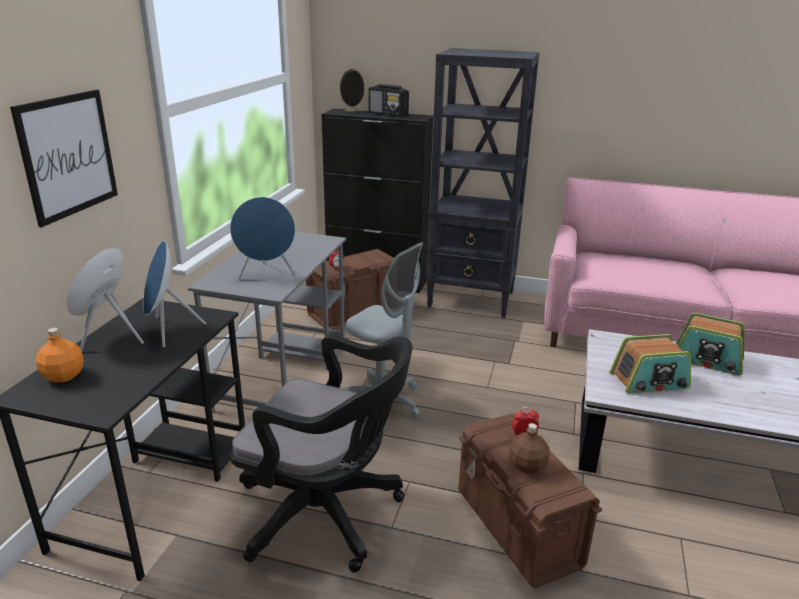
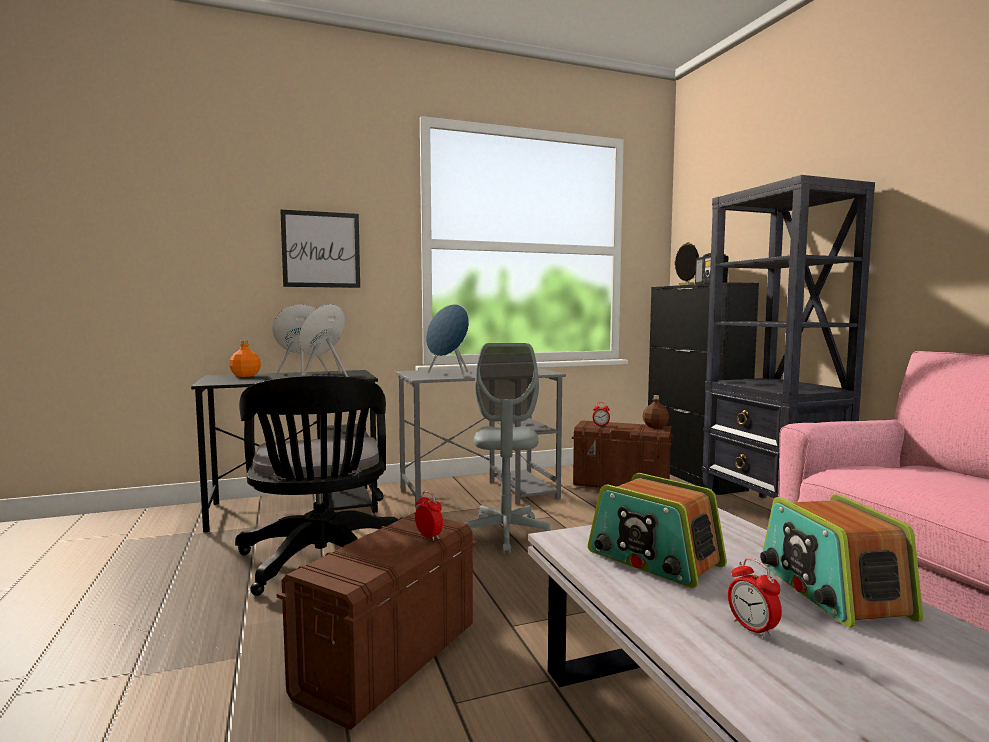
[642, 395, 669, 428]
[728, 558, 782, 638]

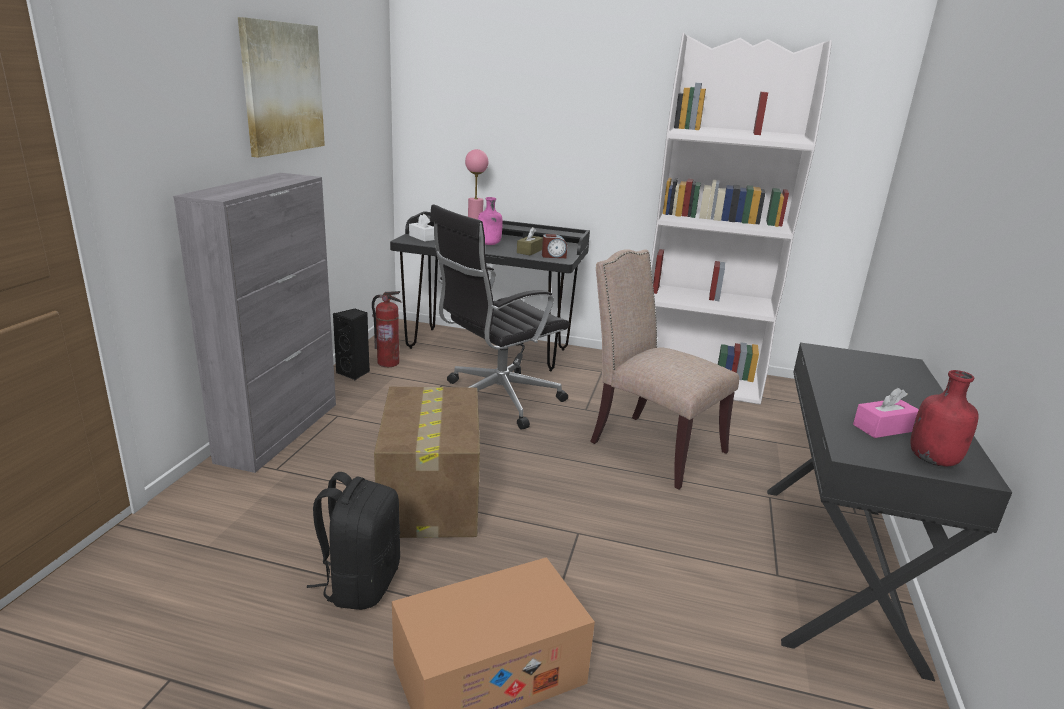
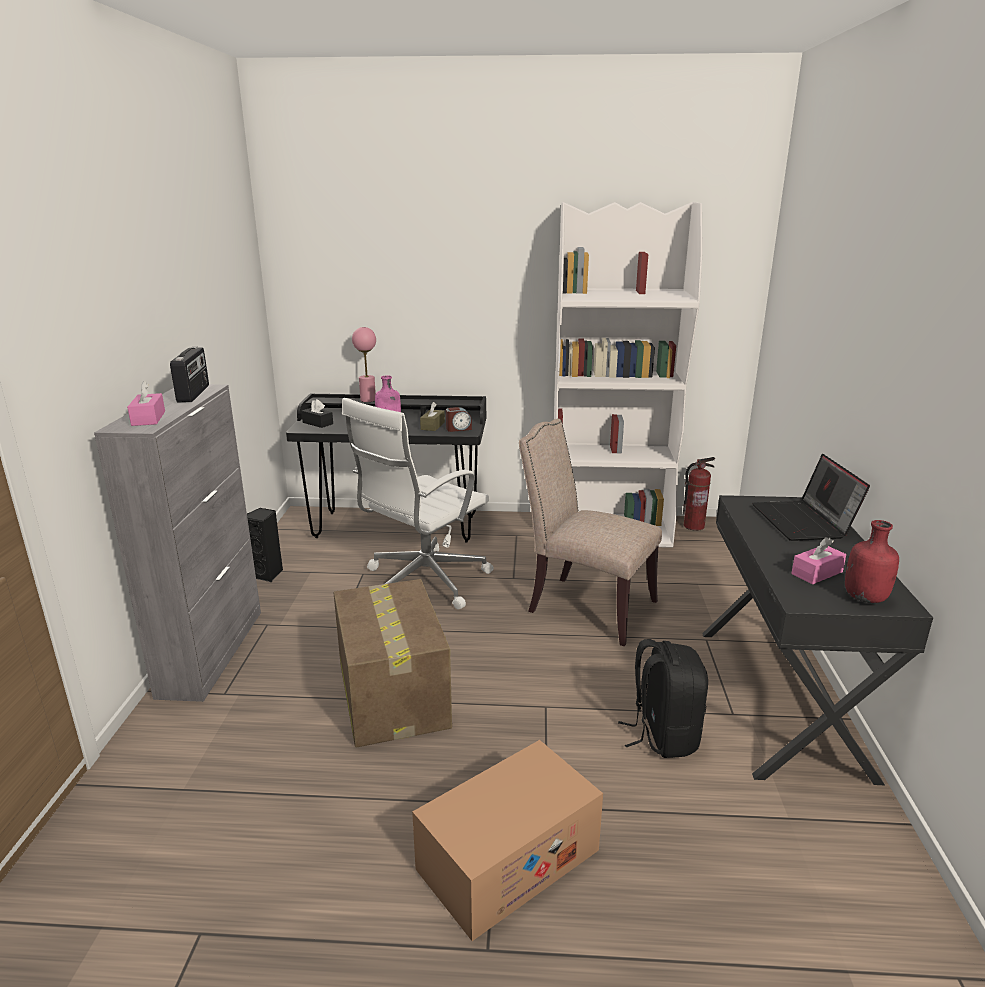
[238, 17, 325, 158] (first image)
[618, 639, 708, 758]
[683, 457, 715, 531]
[301, 399, 333, 428]
[342, 398, 494, 609]
[127, 381, 165, 426]
[170, 347, 209, 403]
[752, 454, 870, 541]

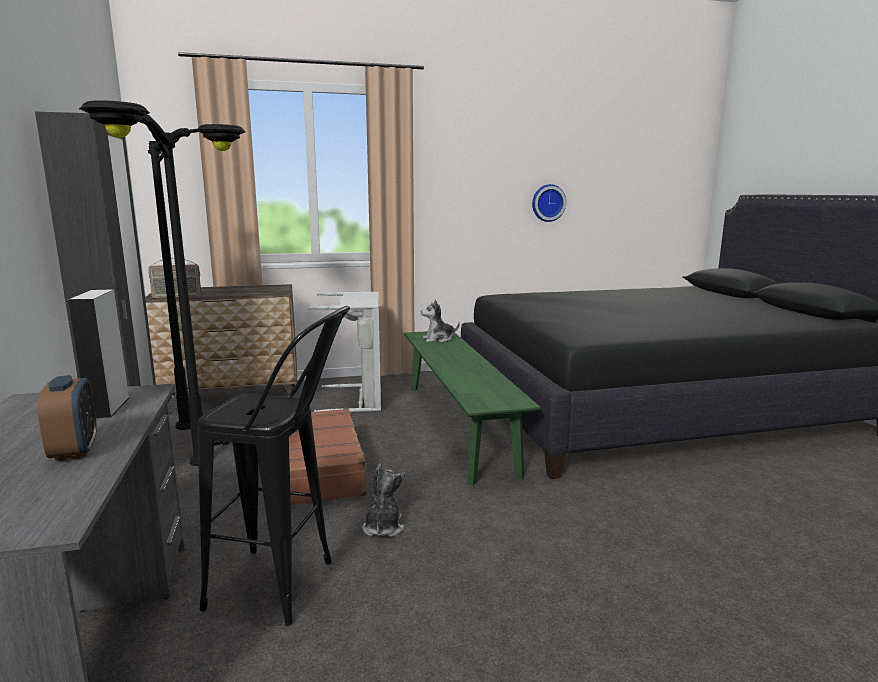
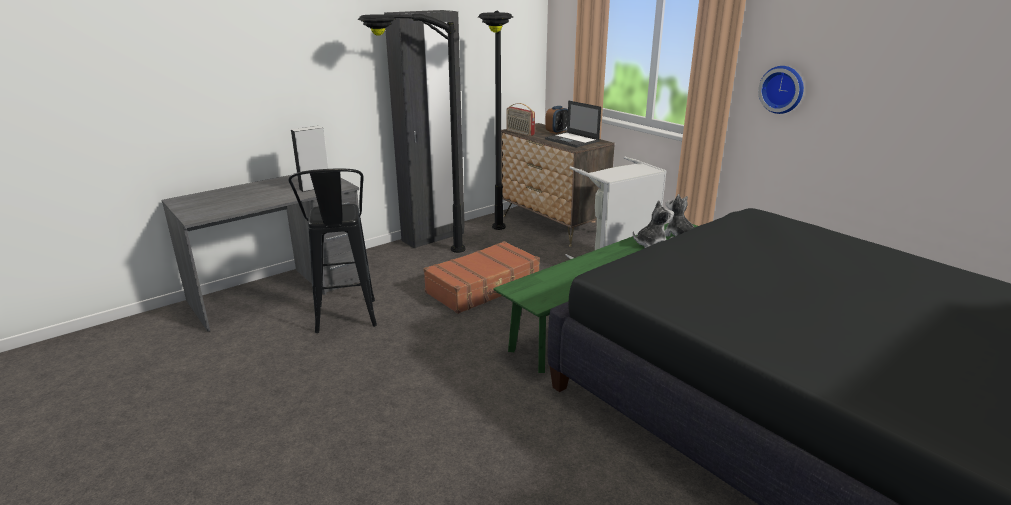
[545, 106, 568, 134]
[633, 200, 674, 248]
[758, 66, 804, 114]
[545, 100, 601, 147]

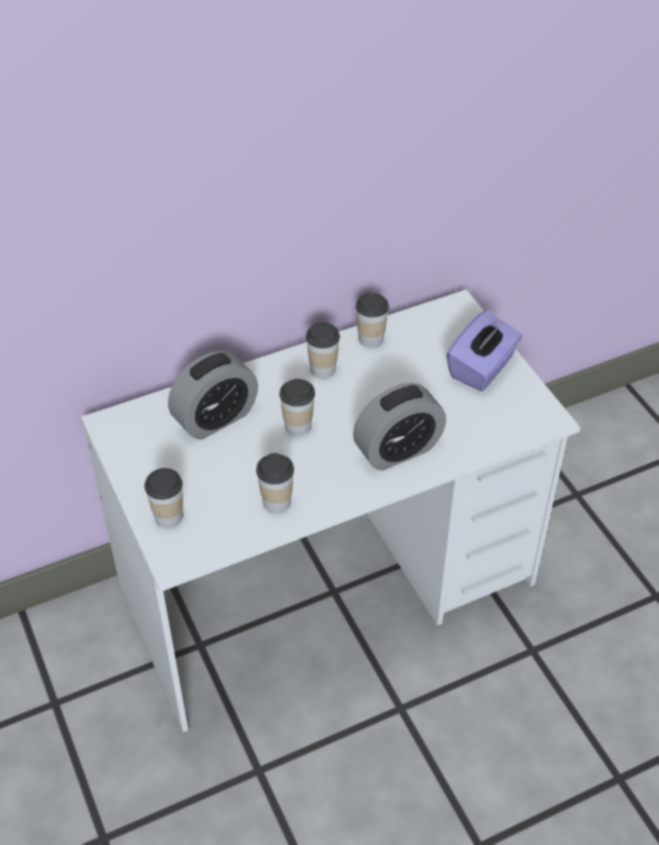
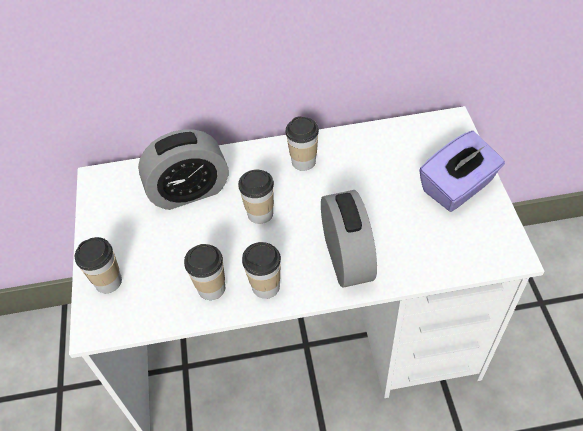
[321, 190, 377, 288]
[242, 242, 281, 299]

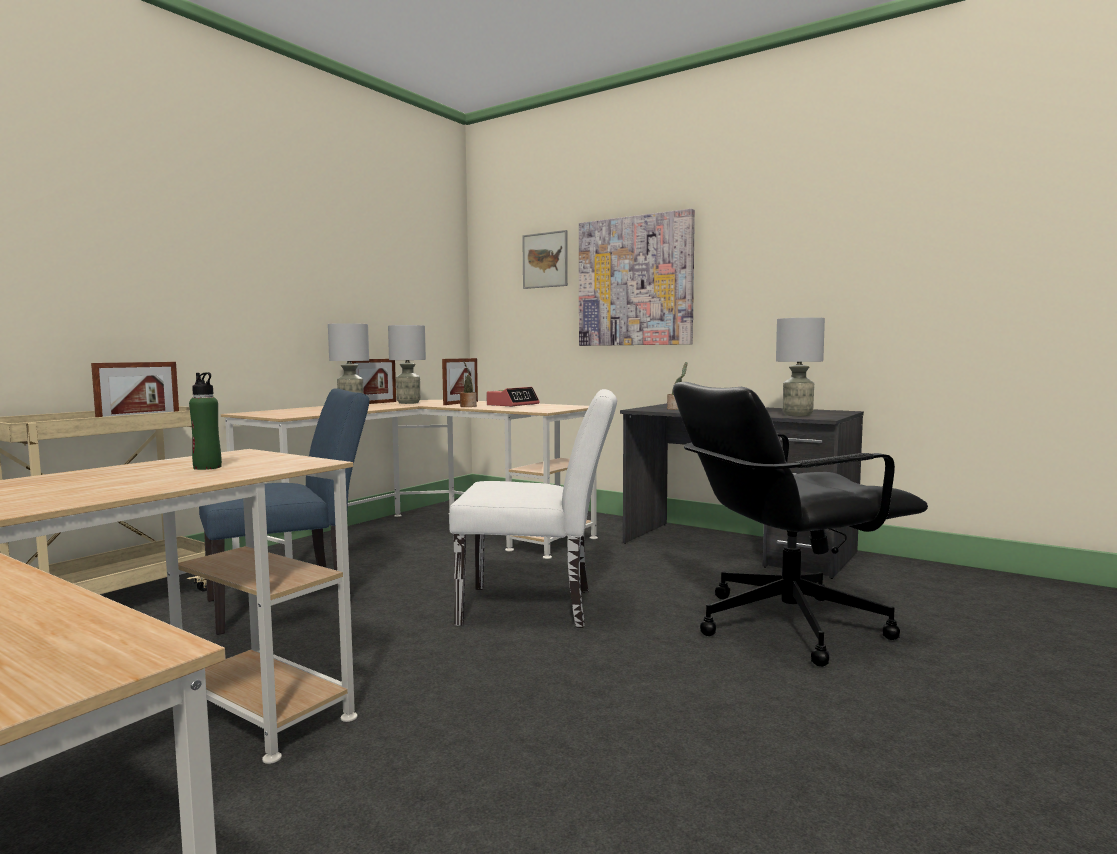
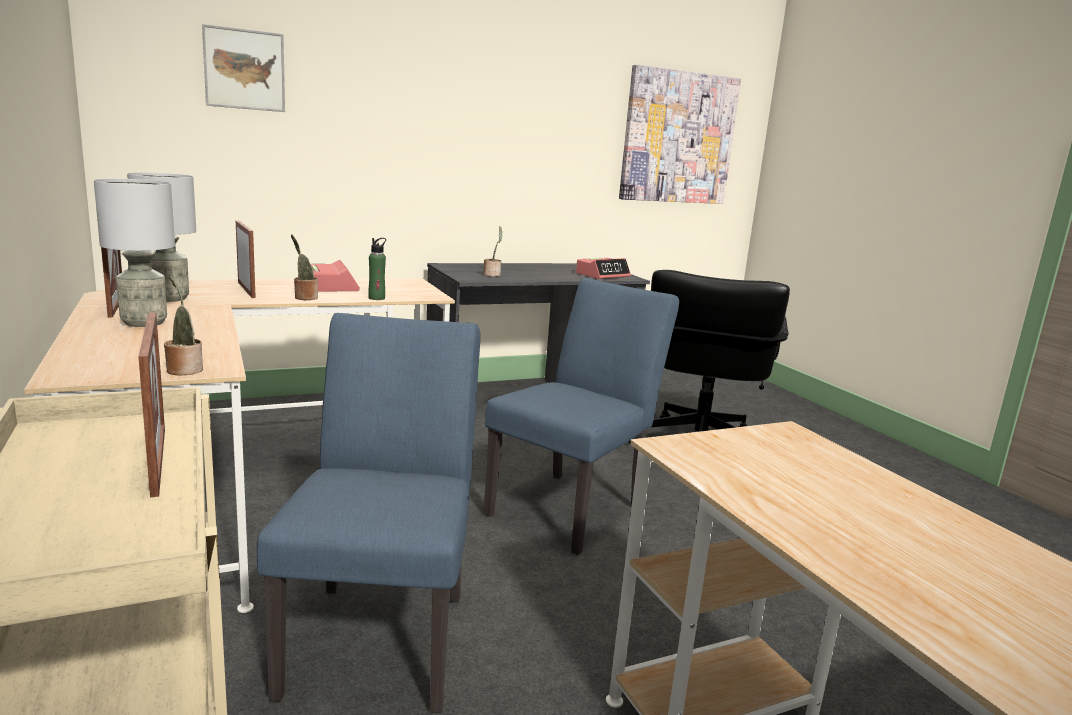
[368, 238, 386, 300]
[484, 278, 679, 555]
[619, 65, 741, 204]
[576, 258, 631, 279]
[164, 276, 203, 375]

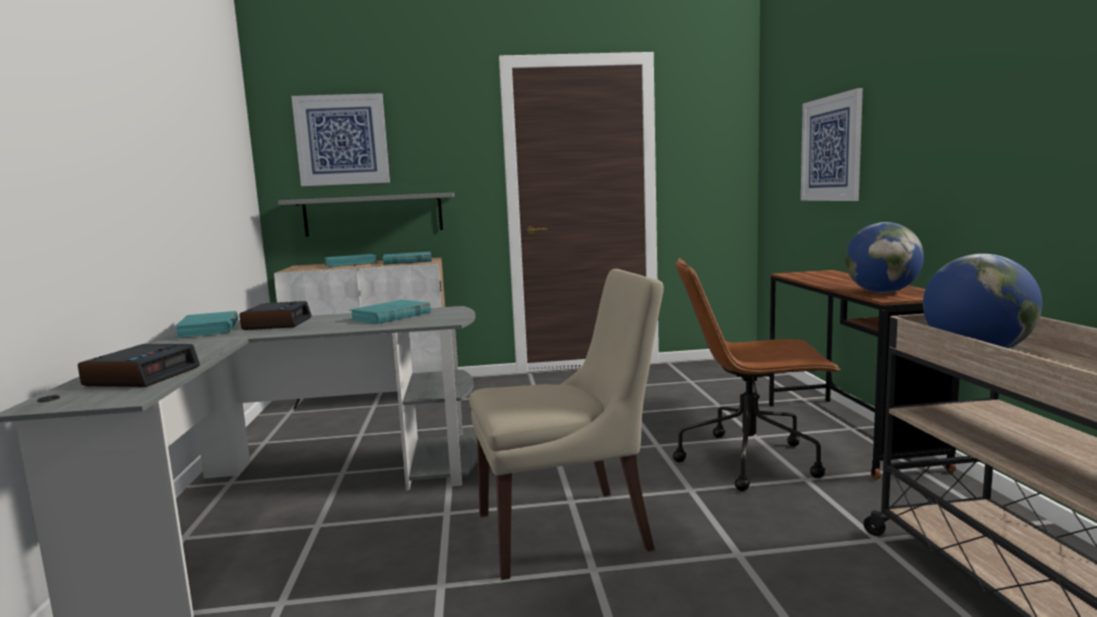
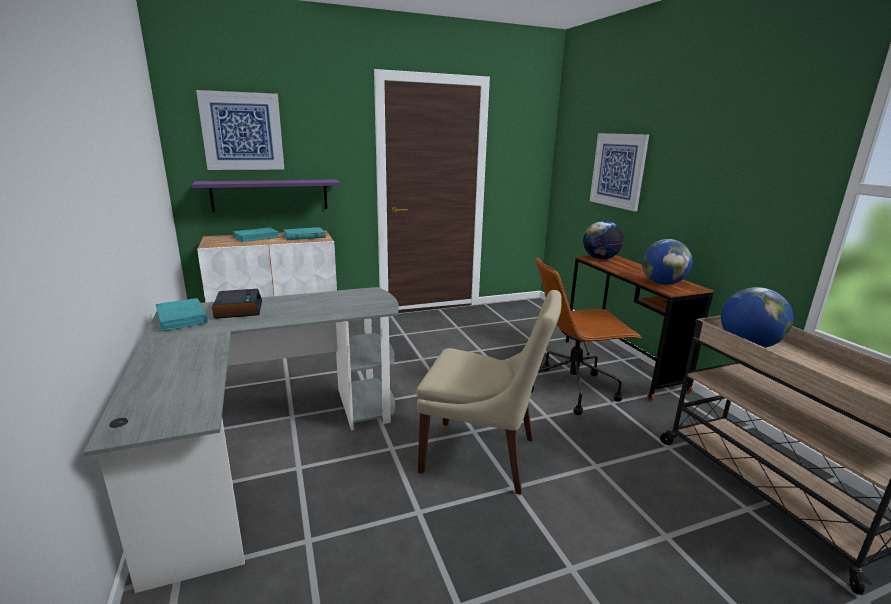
[78, 344, 200, 387] (first image)
[192, 179, 341, 212]
[349, 300, 431, 324] (first image)
[417, 290, 562, 495]
[583, 221, 624, 260]

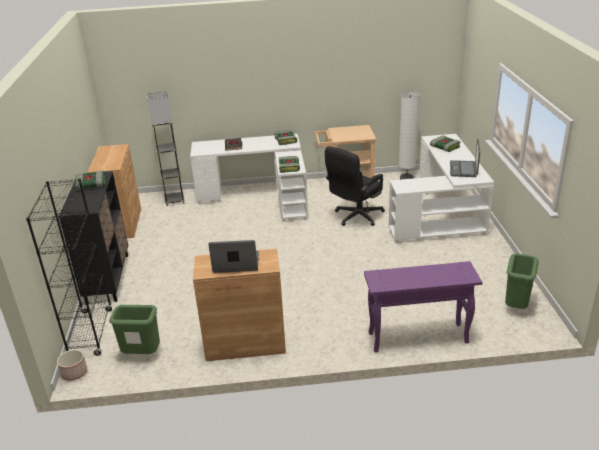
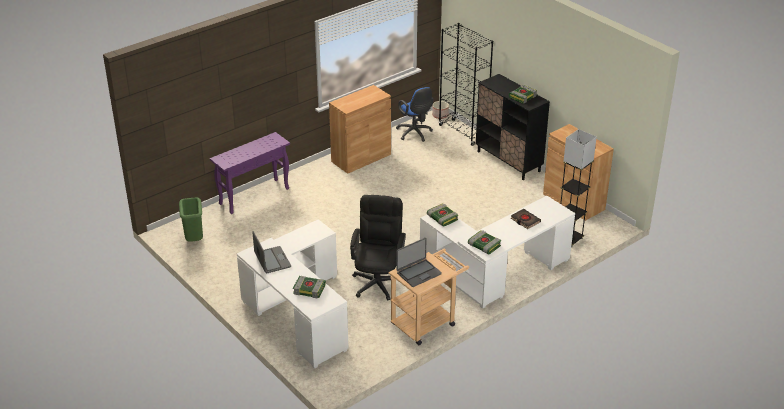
[396, 87, 434, 142]
[396, 238, 442, 287]
[399, 92, 420, 179] (first image)

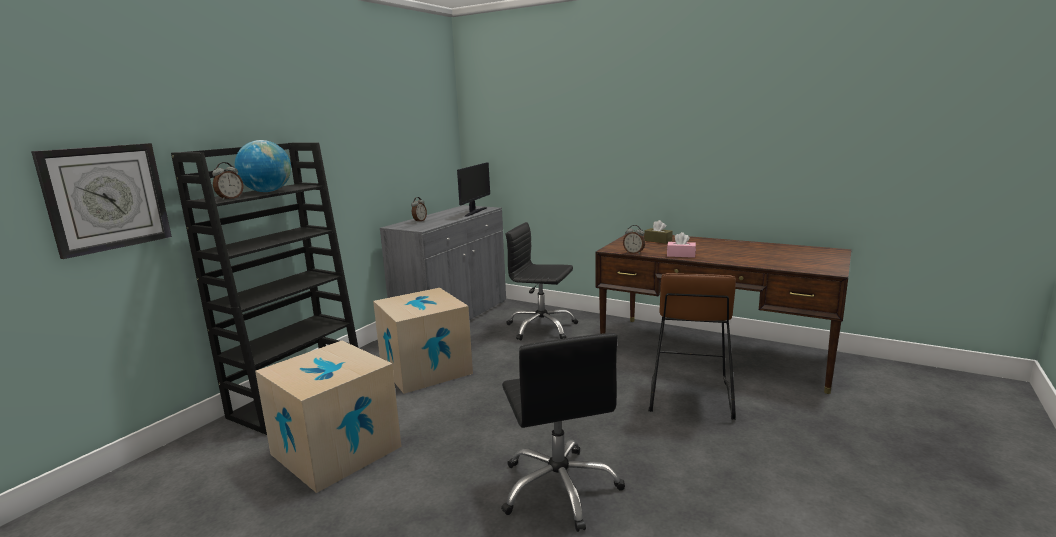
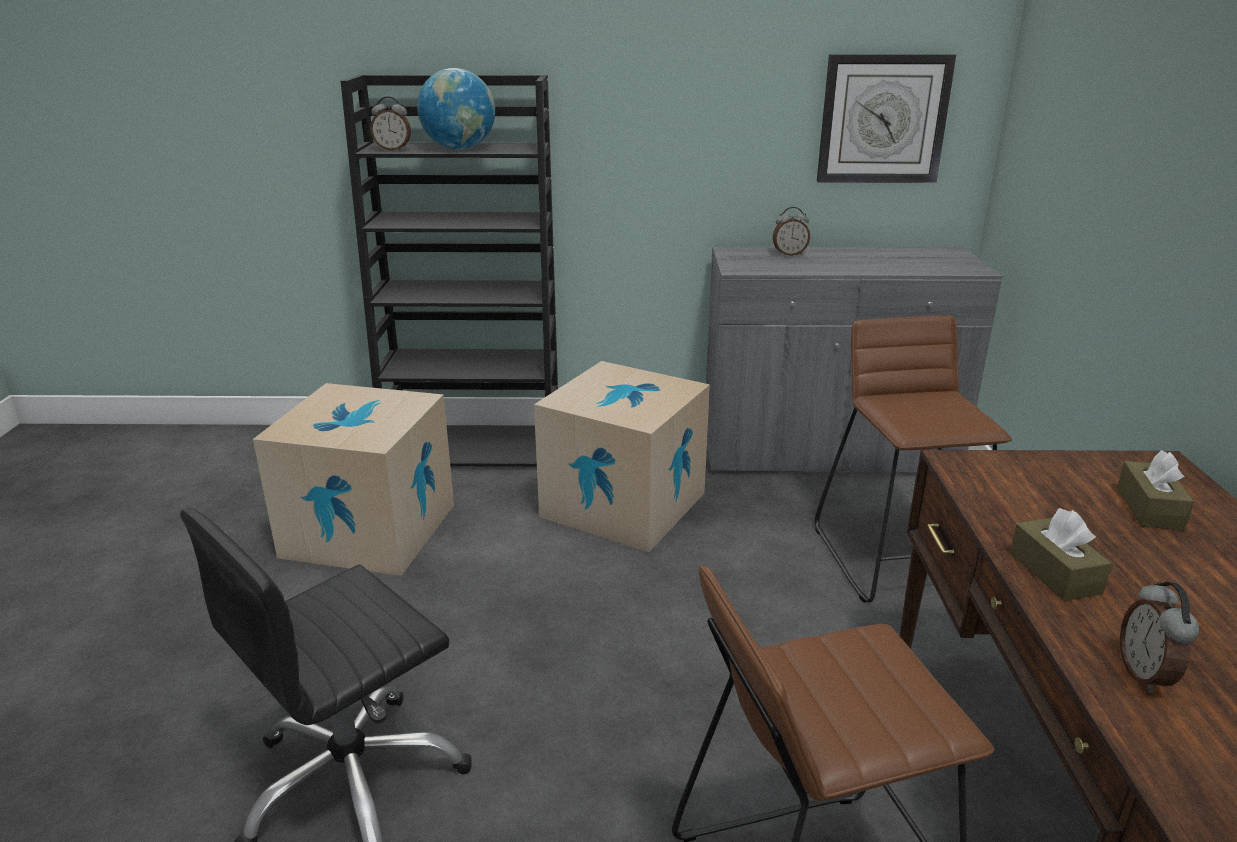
[817, 54, 956, 183]
[457, 162, 490, 217] (first image)
[815, 316, 1012, 603]
[1120, 582, 1199, 693]
[1010, 508, 1112, 601]

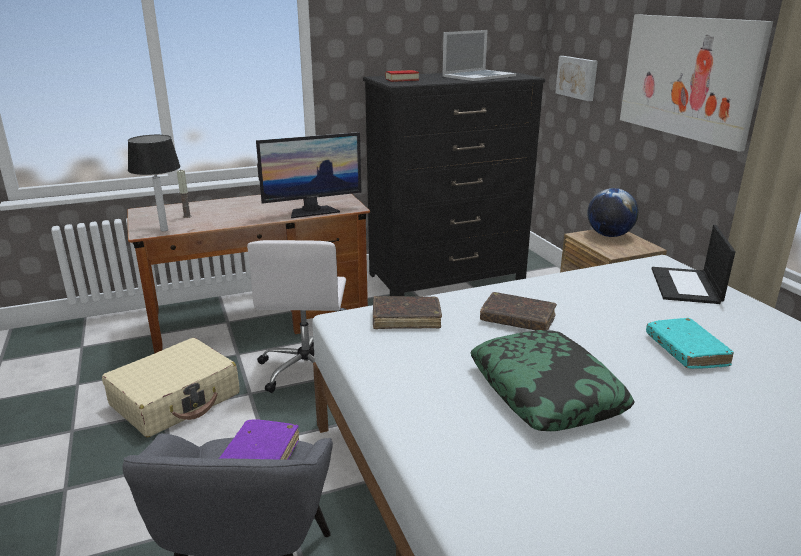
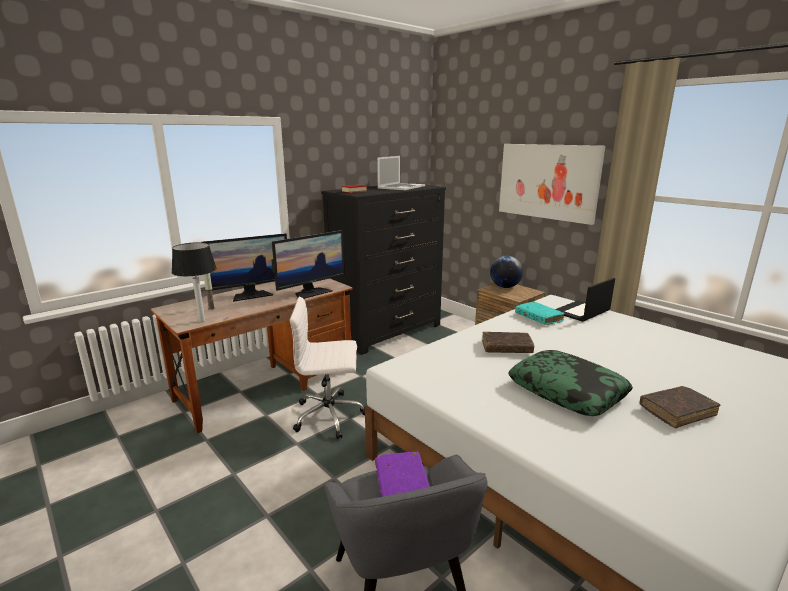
[102, 338, 240, 437] (first image)
[290, 297, 365, 439]
[640, 386, 720, 428]
[555, 56, 598, 101] (first image)
[515, 301, 564, 325]
[555, 278, 615, 322]
[202, 233, 287, 302]

